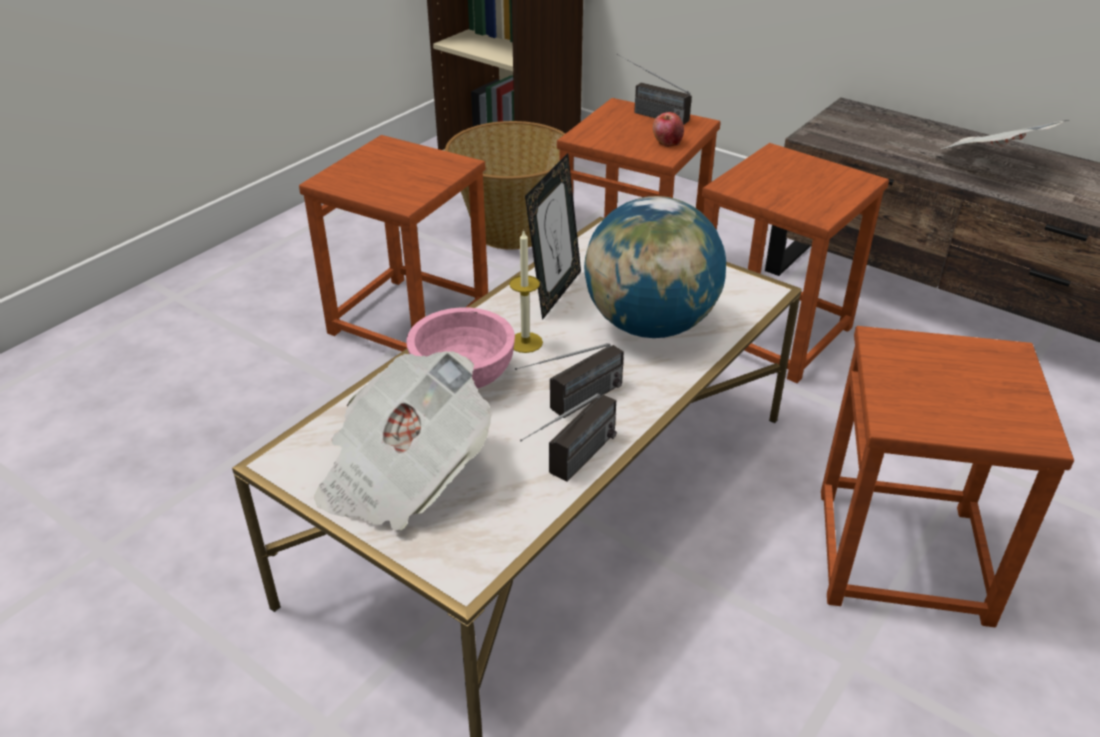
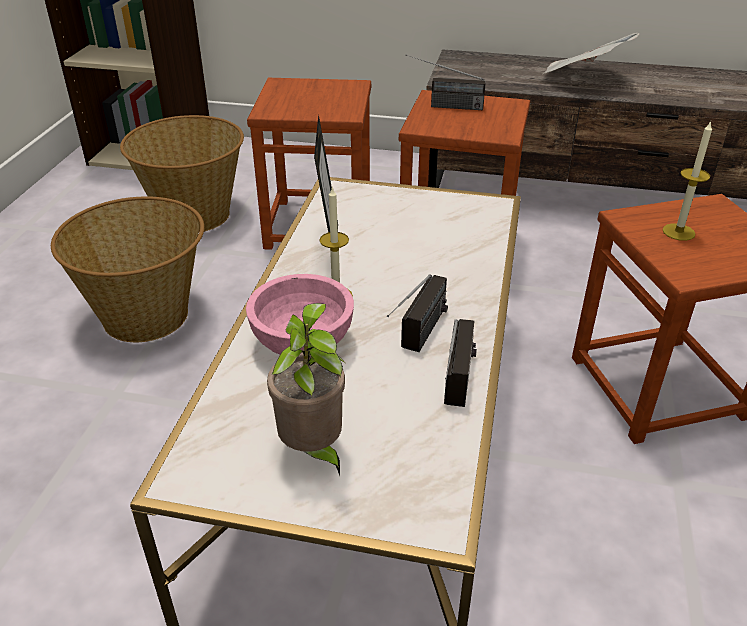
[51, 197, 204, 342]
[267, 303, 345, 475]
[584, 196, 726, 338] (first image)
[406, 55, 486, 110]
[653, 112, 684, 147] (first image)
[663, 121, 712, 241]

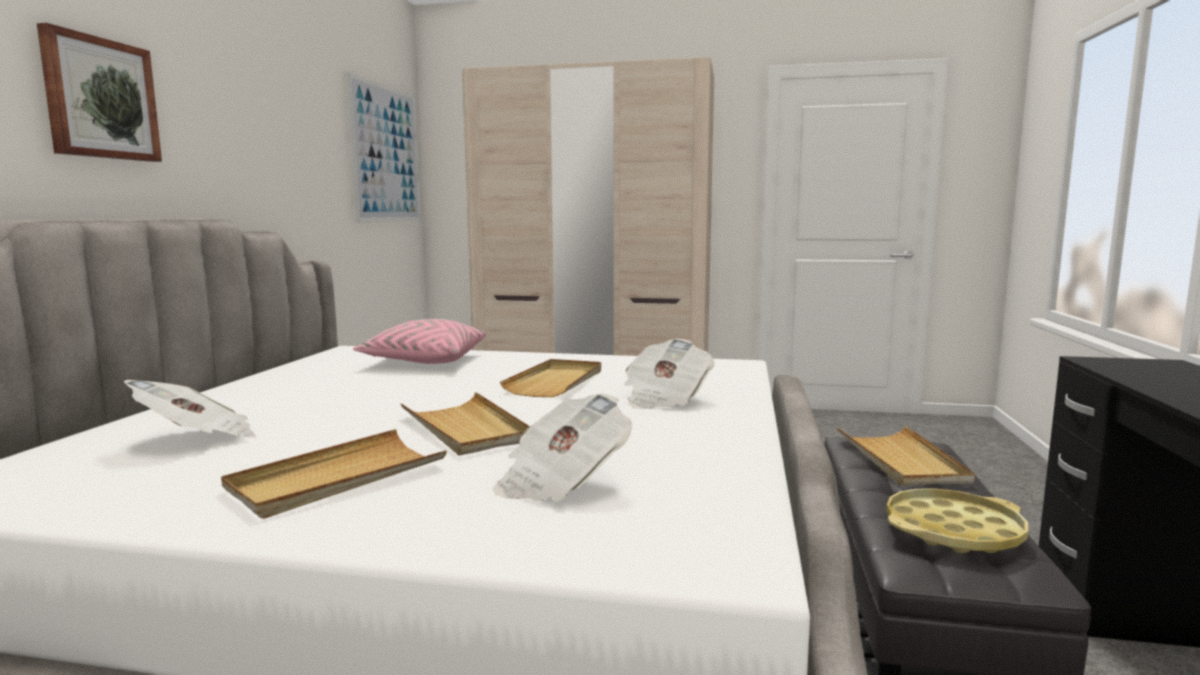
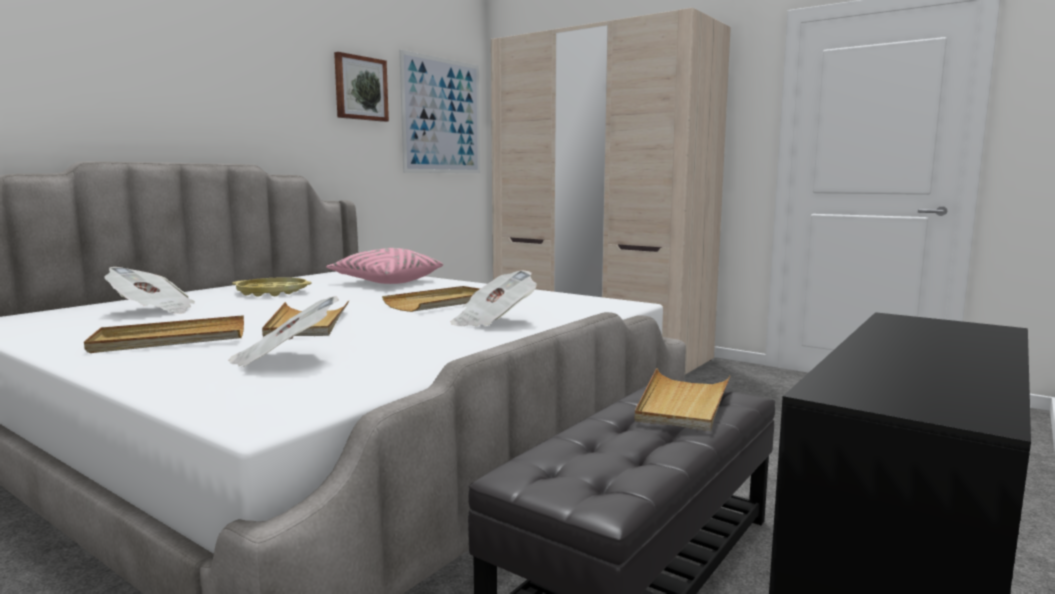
[334, 52, 389, 122]
[232, 277, 312, 296]

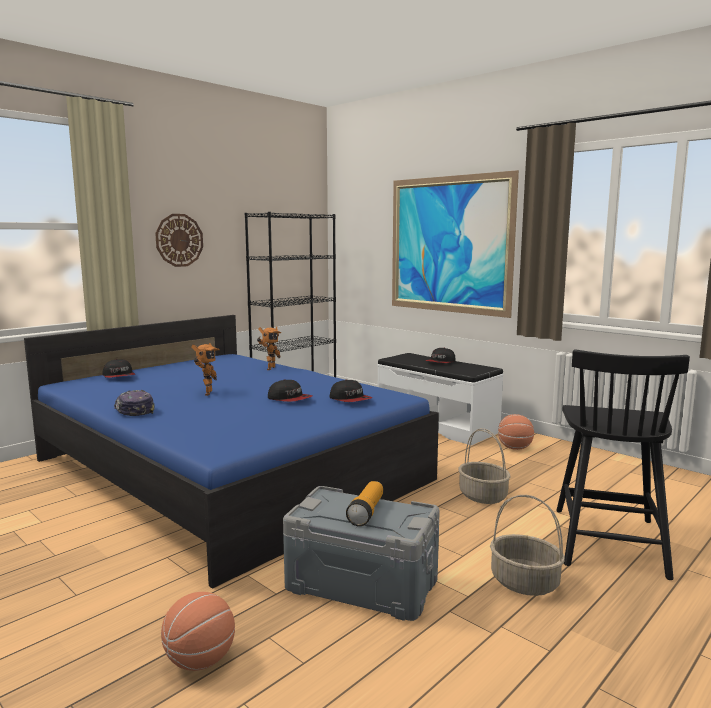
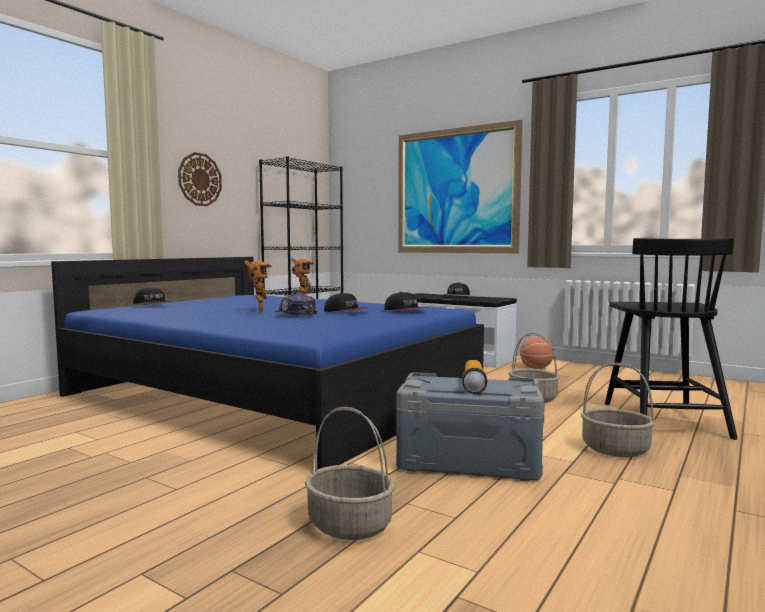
[275, 293, 318, 315]
[305, 407, 395, 540]

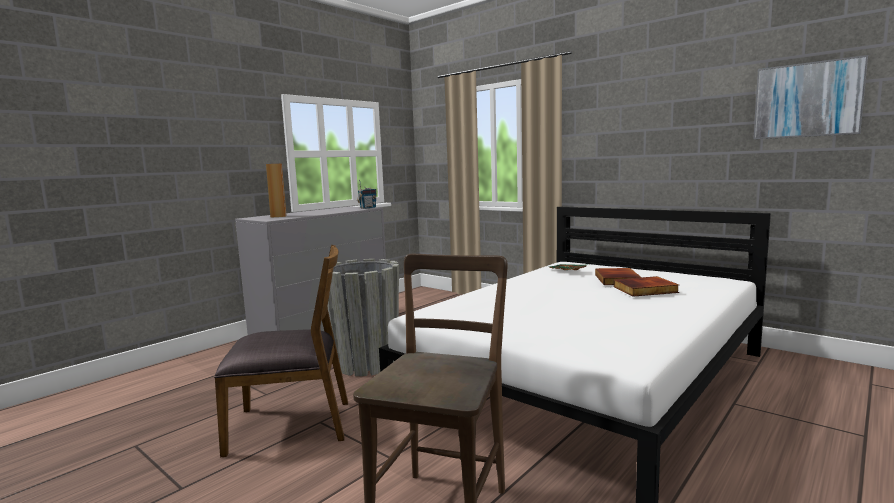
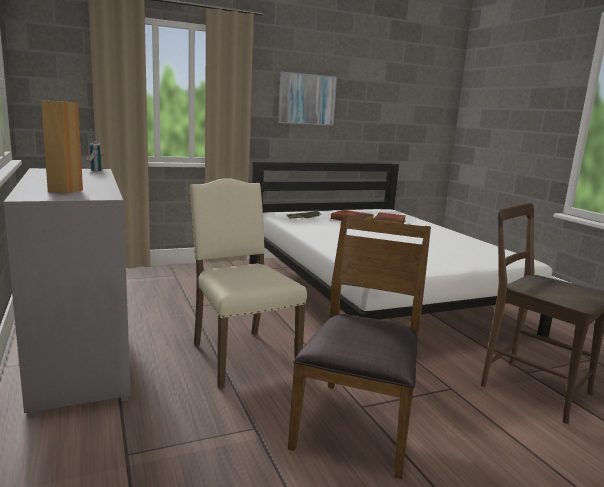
[190, 178, 307, 389]
[278, 72, 337, 126]

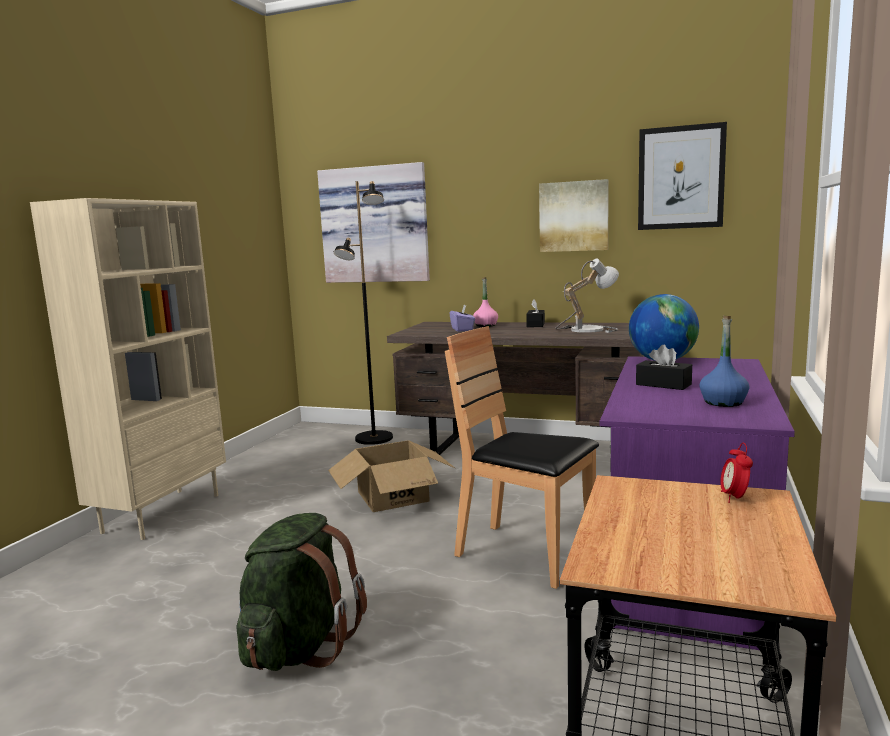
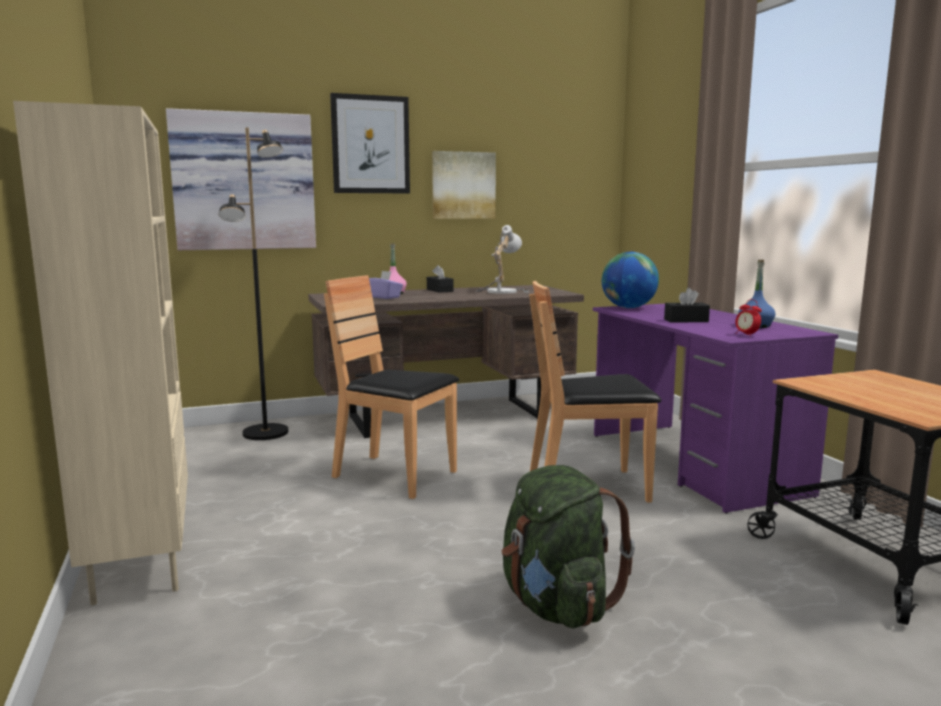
[324, 275, 459, 499]
[330, 93, 410, 193]
[735, 299, 762, 336]

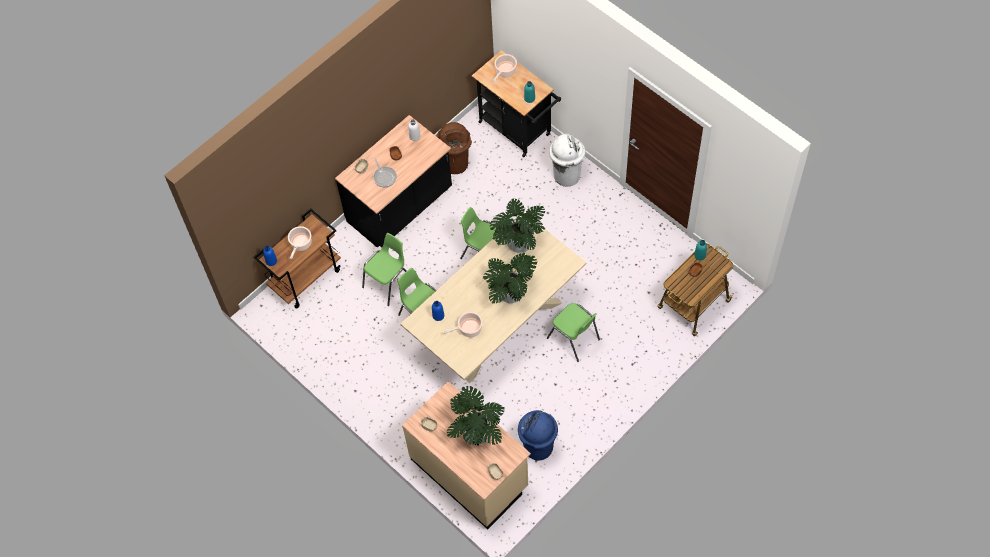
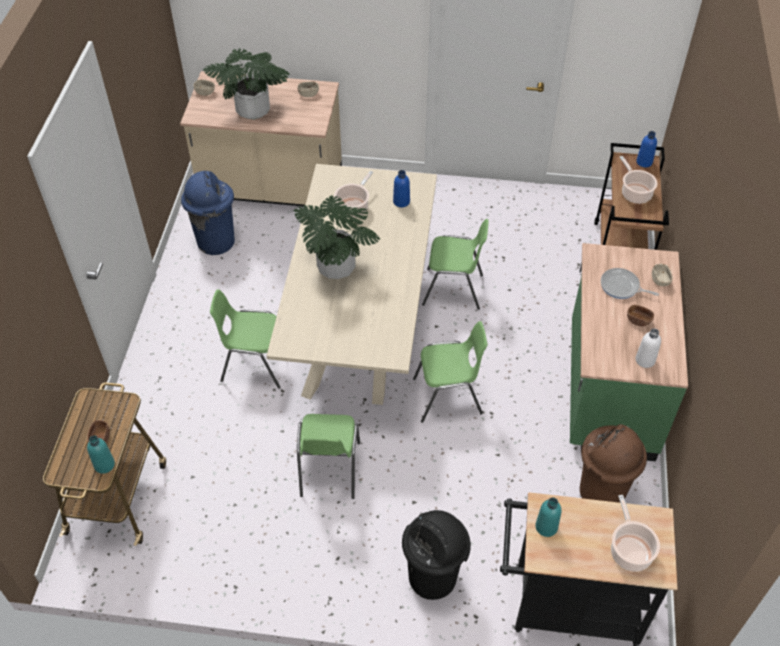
[570, 243, 688, 461]
[297, 414, 360, 499]
[490, 199, 546, 253] (first image)
[402, 510, 471, 600]

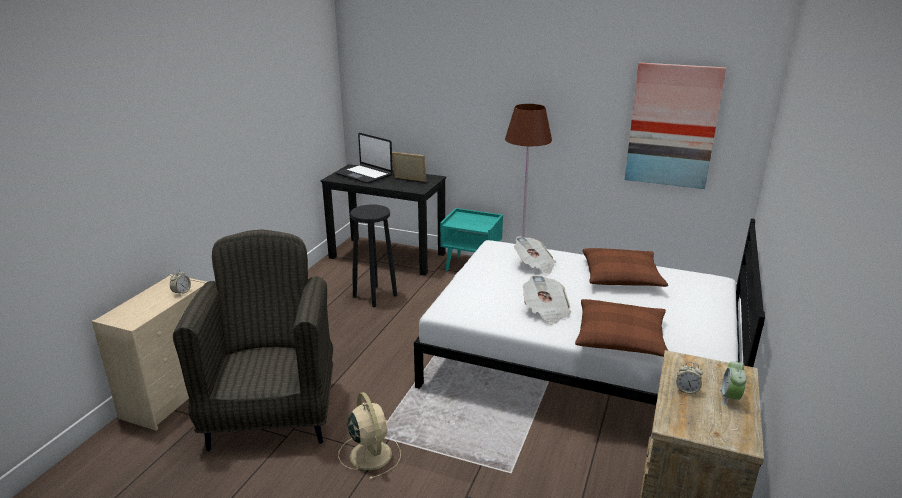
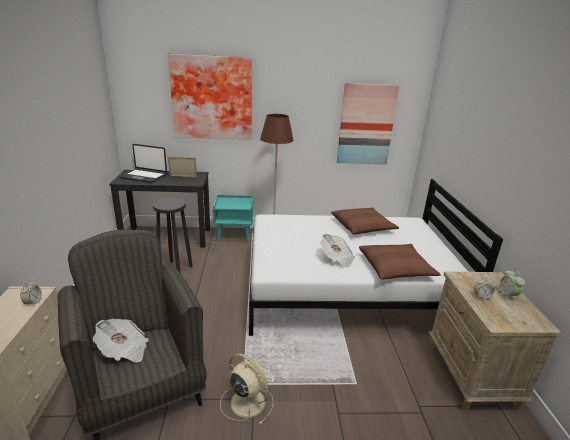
[93, 319, 149, 363]
[168, 54, 252, 140]

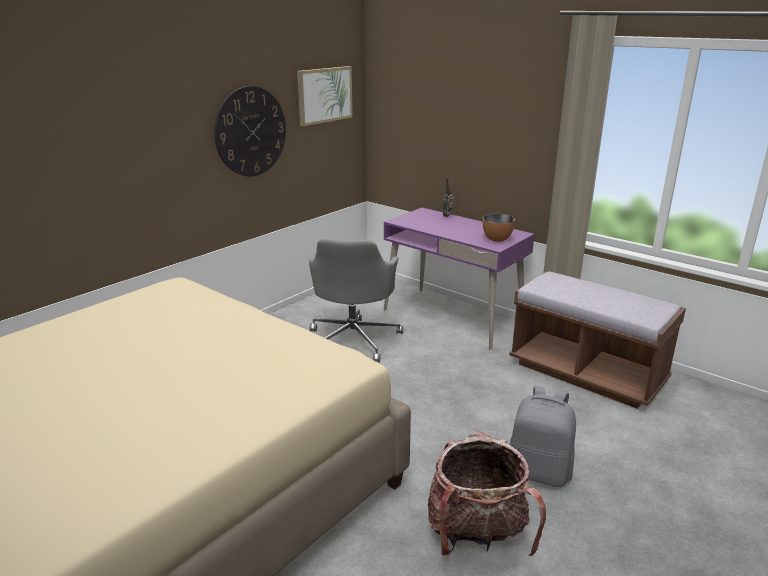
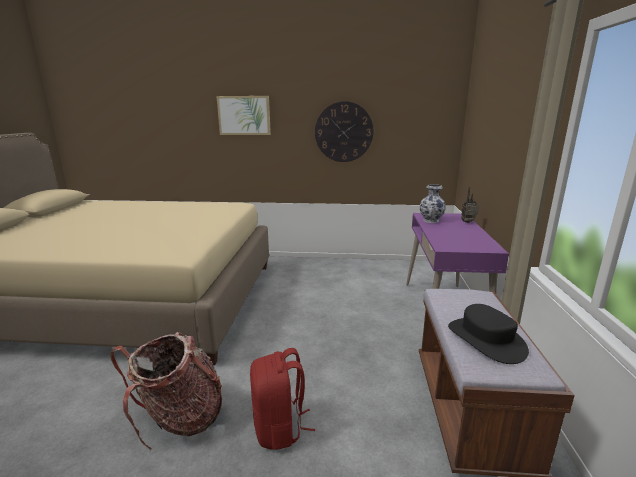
[216, 96, 271, 135]
[309, 238, 403, 362] (first image)
[483, 214, 515, 242] (first image)
[250, 348, 315, 450]
[419, 184, 446, 223]
[448, 304, 529, 364]

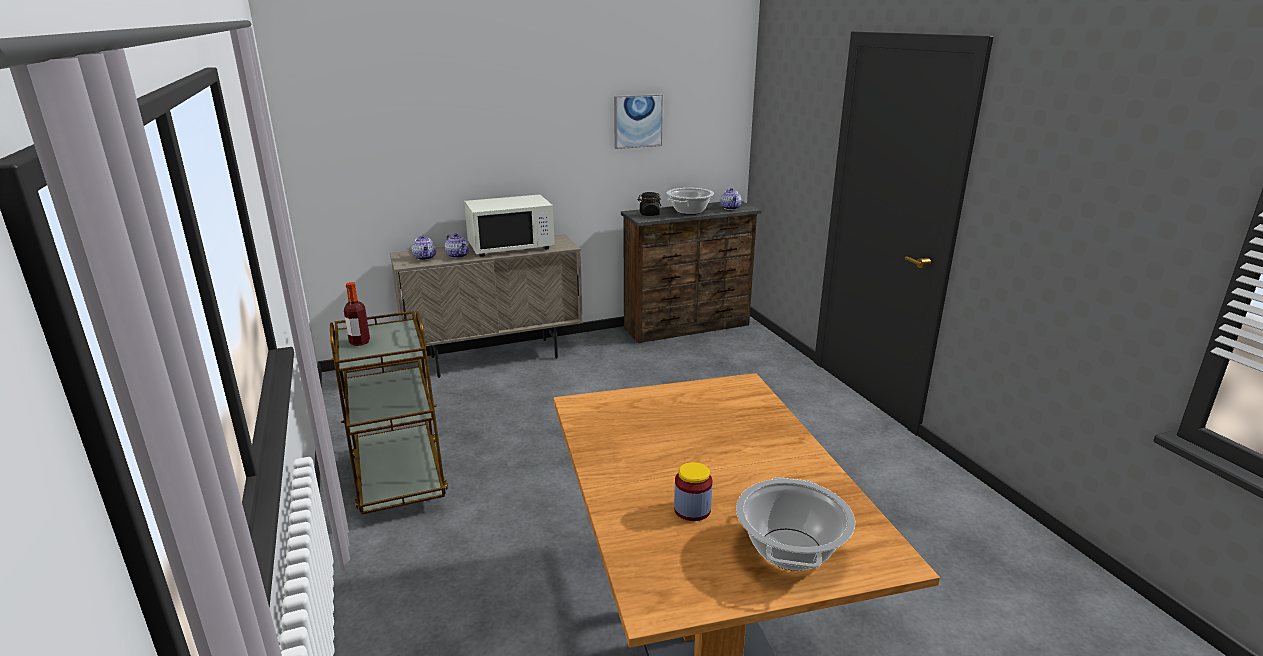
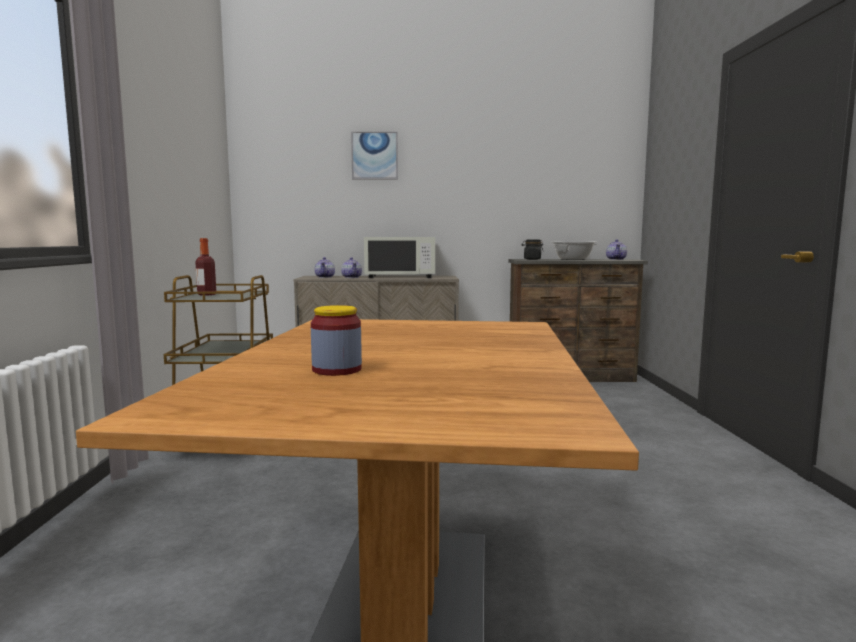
[351, 132, 398, 179]
[736, 477, 855, 571] (first image)

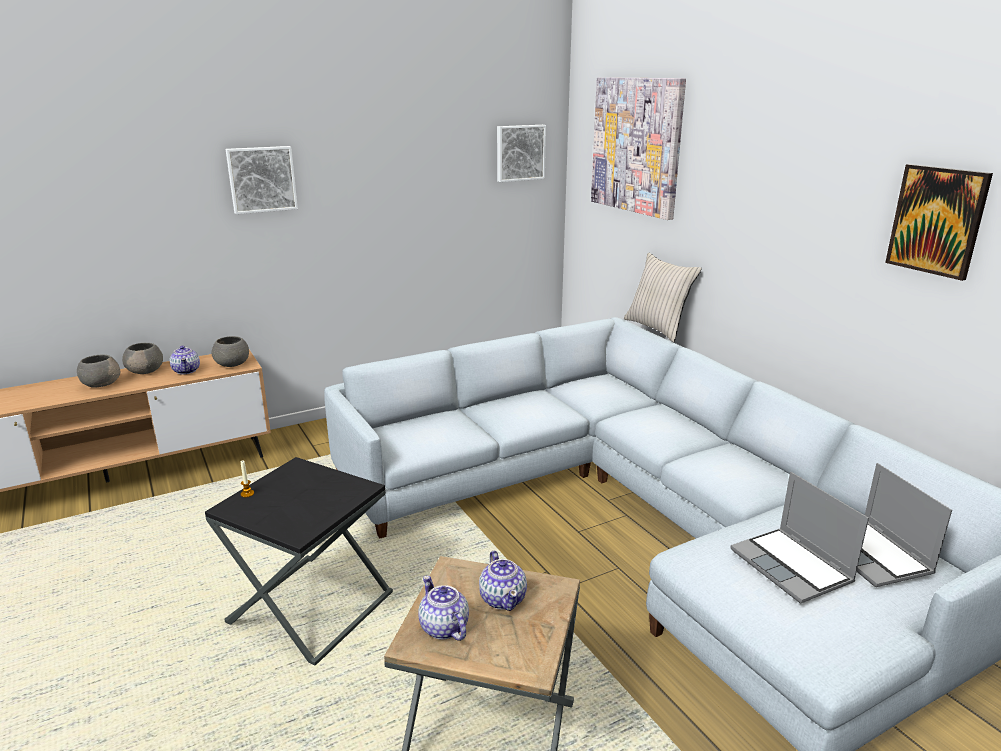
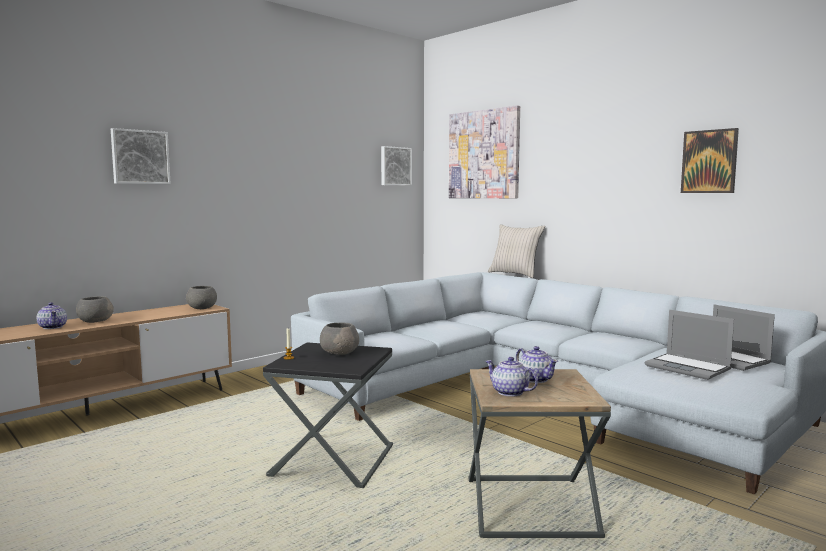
[320, 323, 359, 355]
[37, 302, 67, 329]
[111, 128, 171, 184]

